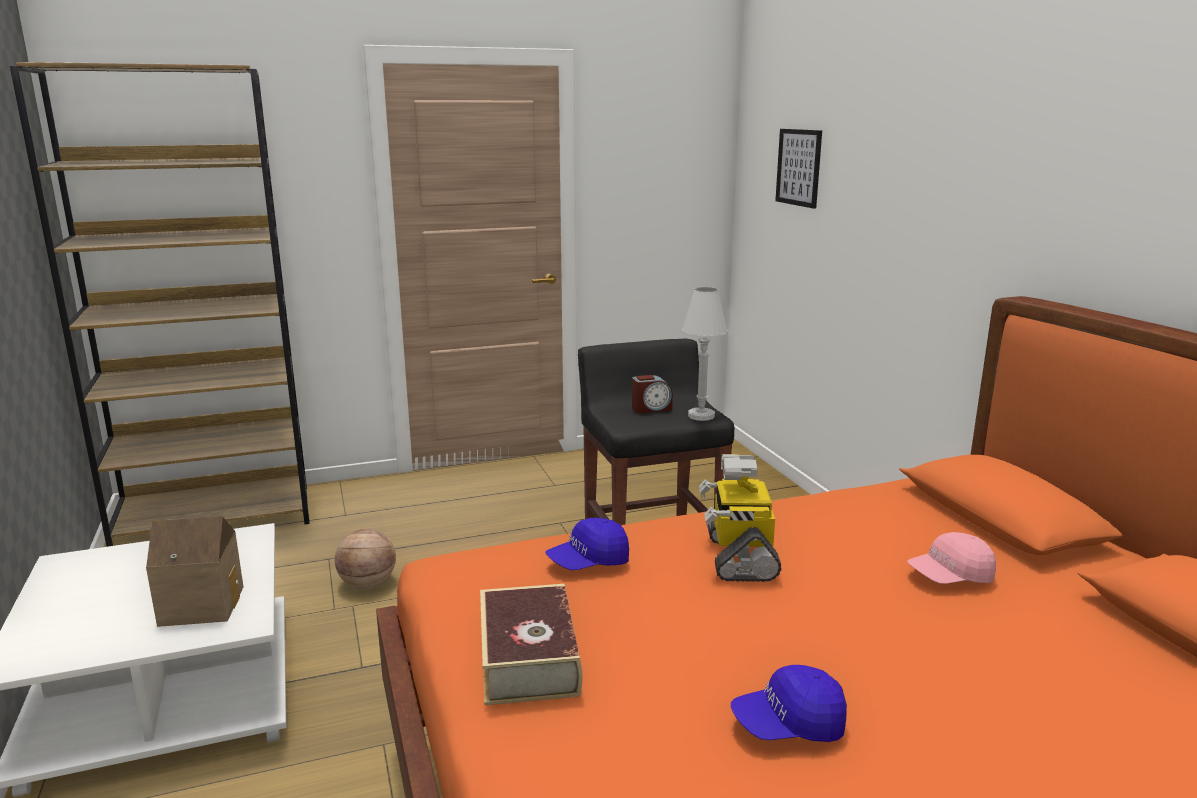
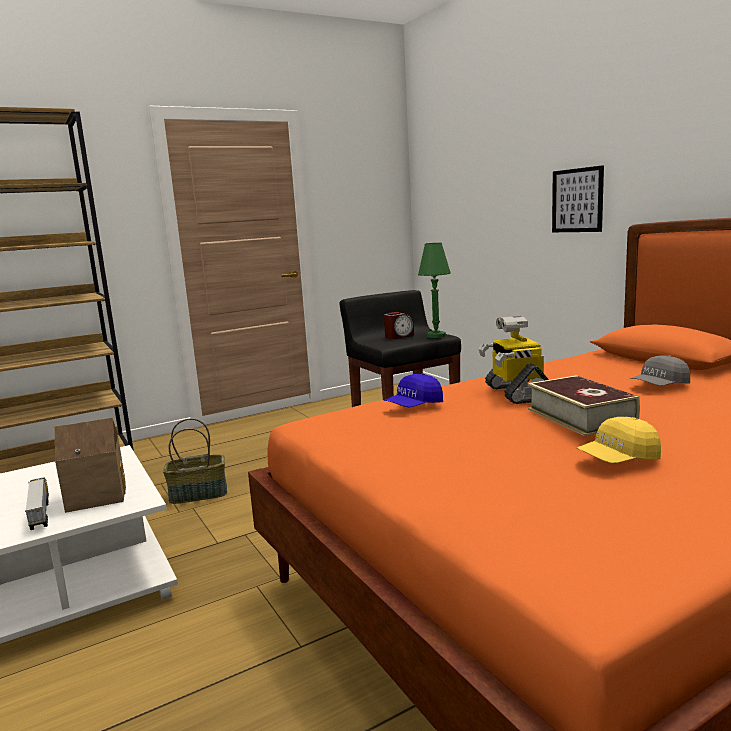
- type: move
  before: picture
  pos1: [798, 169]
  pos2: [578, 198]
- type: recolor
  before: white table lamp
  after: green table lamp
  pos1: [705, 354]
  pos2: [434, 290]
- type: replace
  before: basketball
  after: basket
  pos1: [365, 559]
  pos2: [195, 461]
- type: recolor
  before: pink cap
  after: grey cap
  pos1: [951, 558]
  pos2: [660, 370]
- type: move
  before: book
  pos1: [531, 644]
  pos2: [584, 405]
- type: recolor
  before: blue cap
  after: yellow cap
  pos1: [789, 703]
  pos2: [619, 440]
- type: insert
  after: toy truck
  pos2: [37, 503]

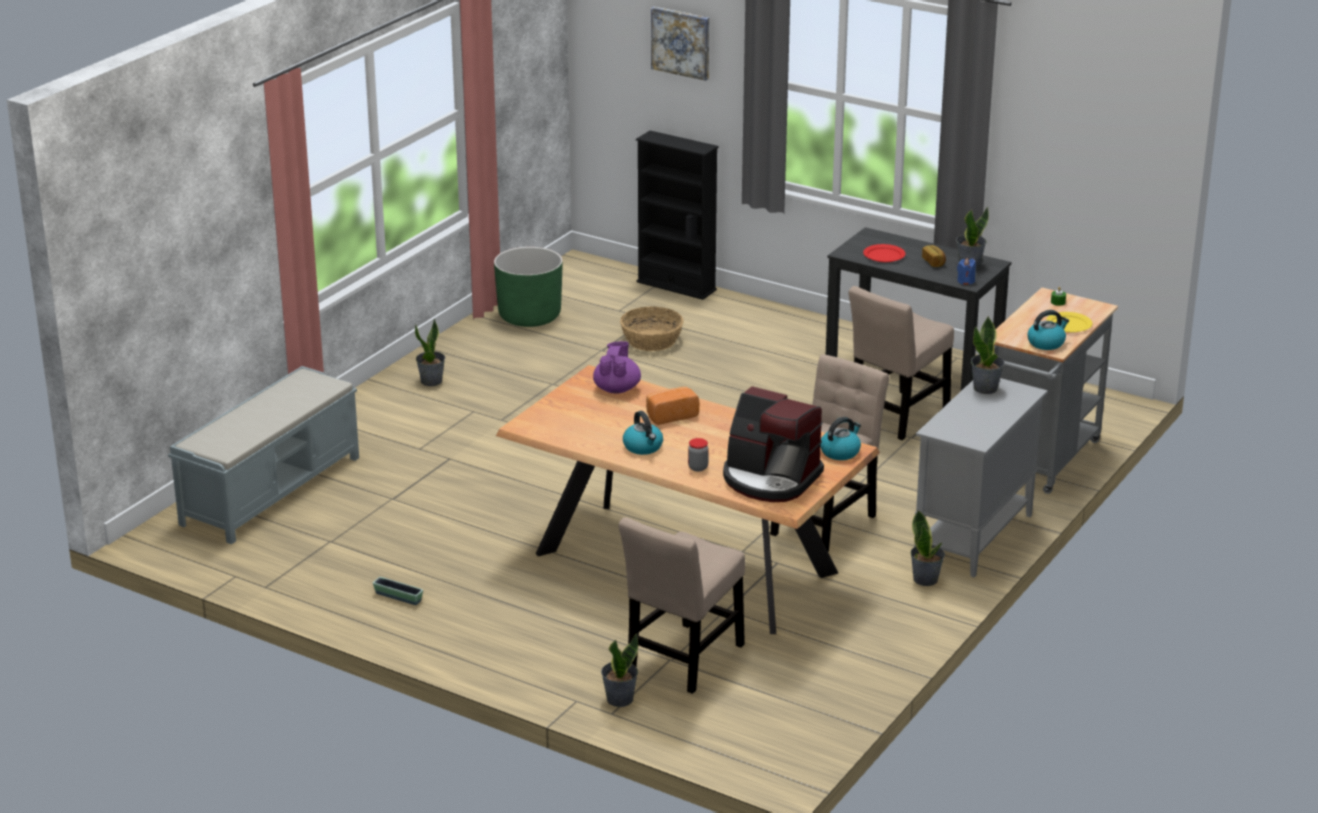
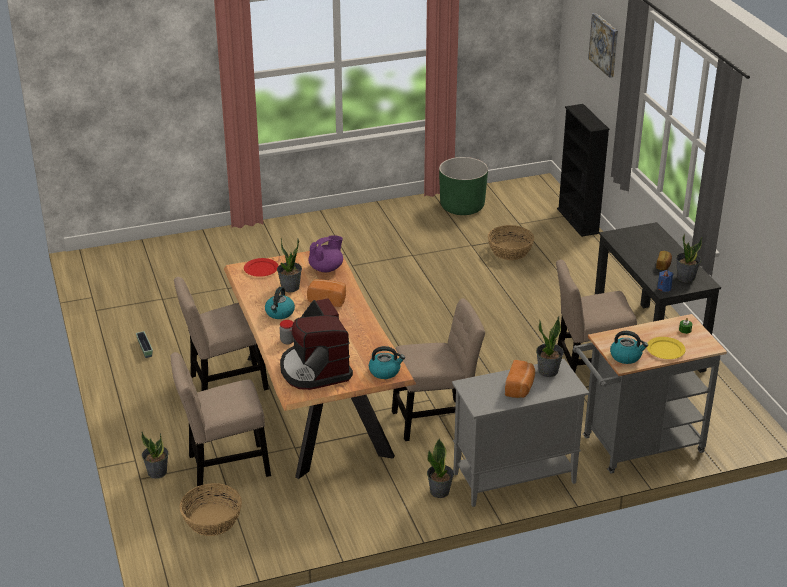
- type: move
  before: red plate
  pos1: [884, 253]
  pos2: [261, 267]
- type: move
  before: potted plant
  pos1: [430, 352]
  pos2: [289, 265]
- type: delete
  before: grey bench
  pos1: [263, 455]
- type: insert
  after: beige chair
  pos2: [221, 334]
- type: insert
  after: bread
  pos2: [520, 379]
- type: insert
  after: basket
  pos2: [211, 509]

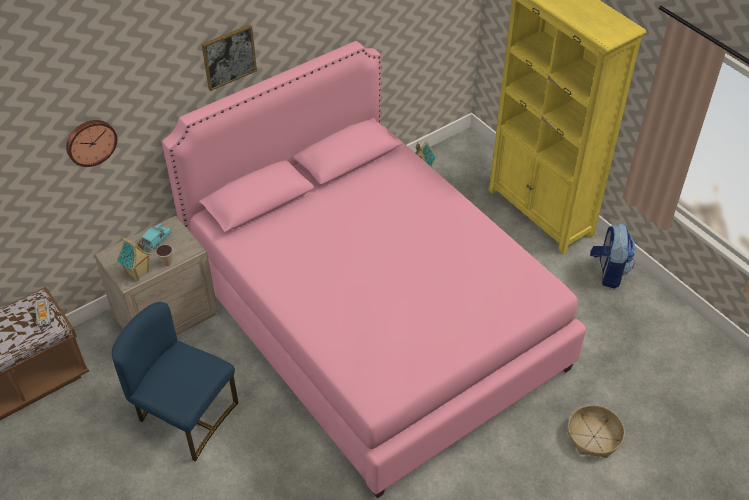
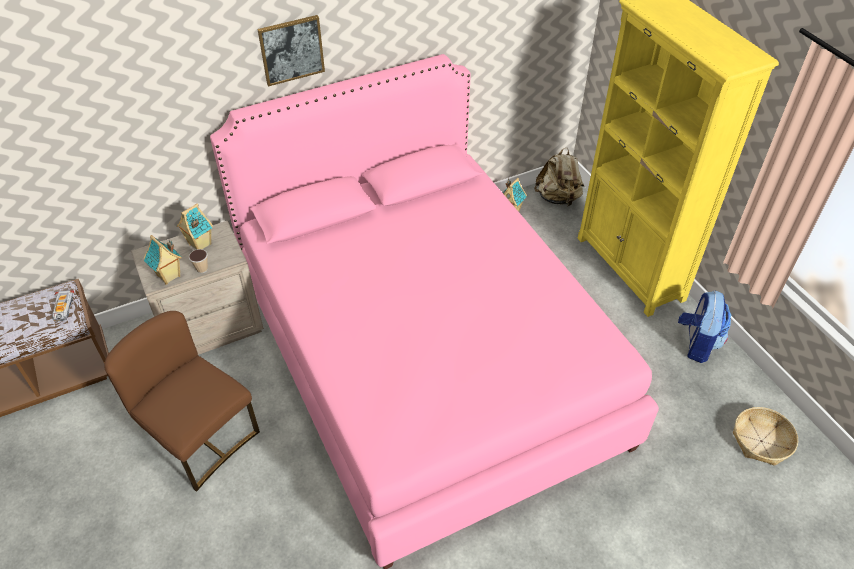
- type: delete
  before: wall clock
  pos1: [91, 143]
- type: replace
  before: turquoise toy car
  after: toy house
  pos1: [155, 236]
  pos2: [195, 226]
- type: recolor
  before: blue chair
  after: brown chair
  pos1: [175, 382]
  pos2: [182, 401]
- type: move
  before: basket
  pos1: [596, 431]
  pos2: [765, 436]
- type: insert
  after: beige backpack
  pos2: [559, 177]

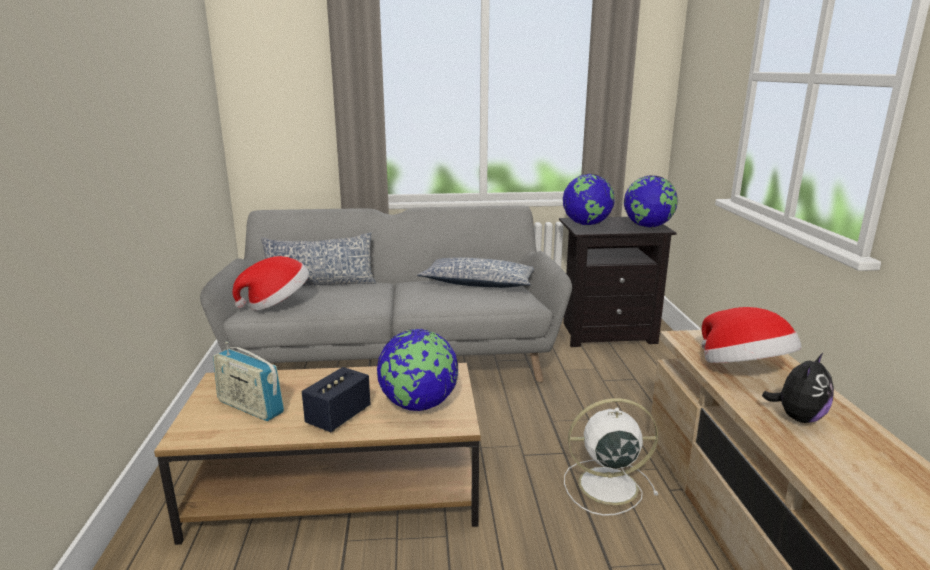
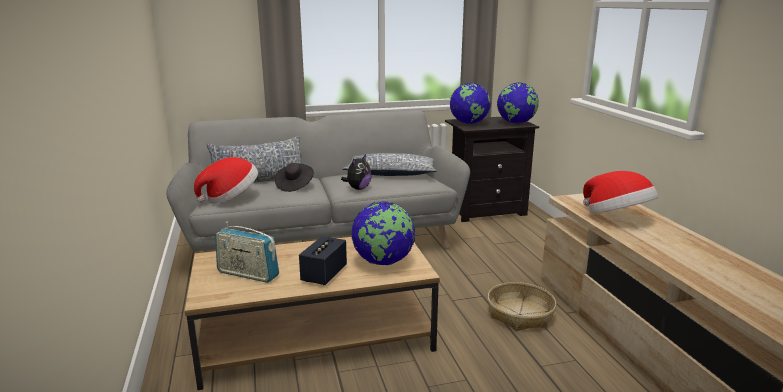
- type: move
  before: plush toy
  pos1: [798, 388]
  pos2: [356, 172]
- type: replace
  before: white fan
  after: basket
  pos1: [611, 457]
  pos2: [521, 306]
- type: insert
  after: black hat
  pos2: [294, 177]

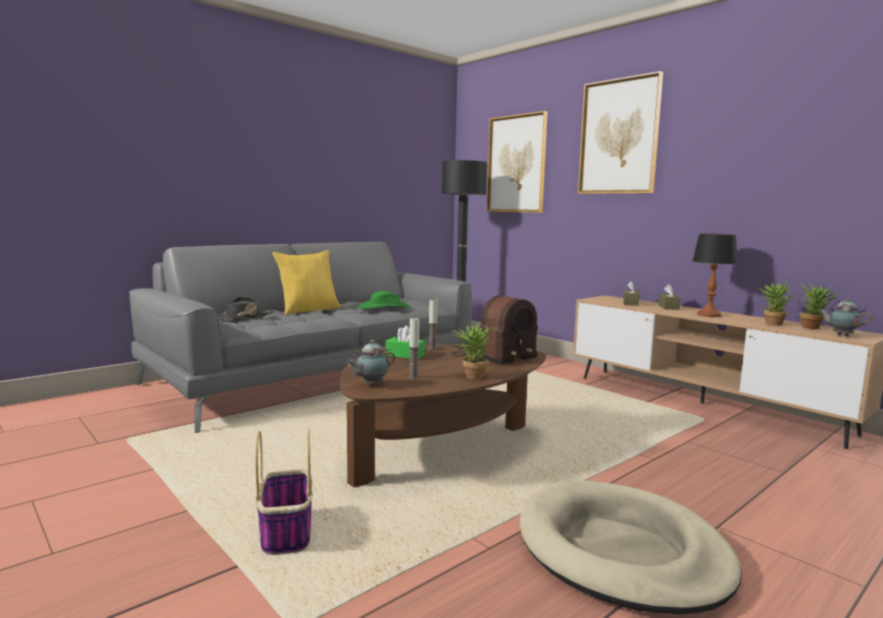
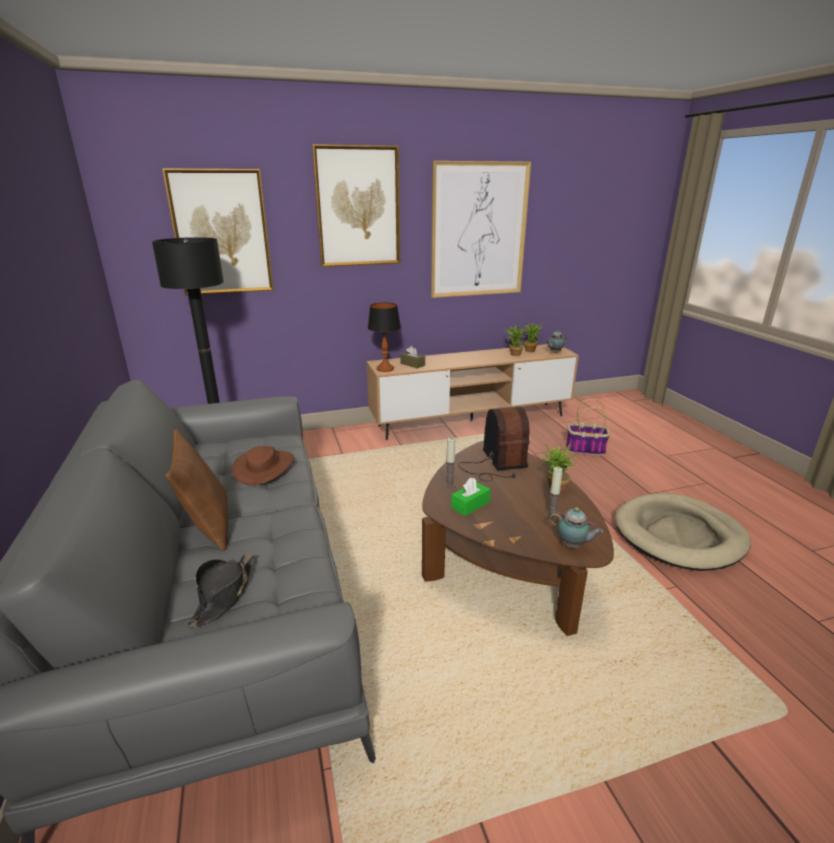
- type: move
  before: table lamp
  pos1: [715, 275]
  pos2: [384, 337]
- type: recolor
  before: yellow pillow
  after: brown pillow
  pos1: [307, 282]
  pos2: [196, 490]
- type: delete
  before: brown tissue box
  pos1: [669, 297]
- type: recolor
  before: green hat
  after: brown hat
  pos1: [384, 300]
  pos2: [263, 466]
- type: rotate
  before: teapot
  pos1: [371, 363]
  pos2: [576, 527]
  turn: -45
- type: move
  before: basket
  pos1: [284, 491]
  pos2: [588, 427]
- type: insert
  after: picture
  pos2: [481, 229]

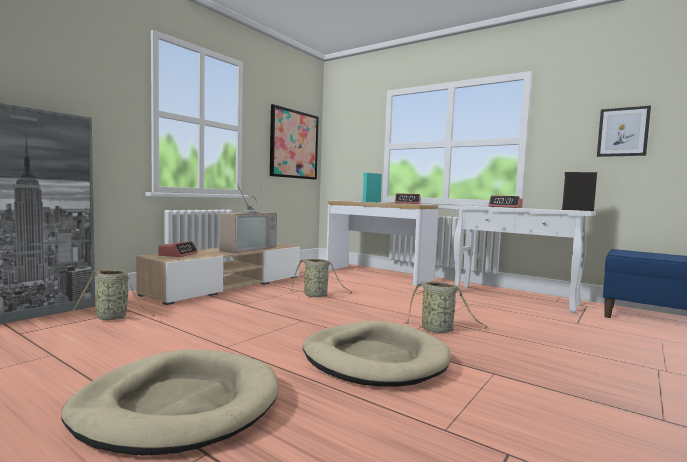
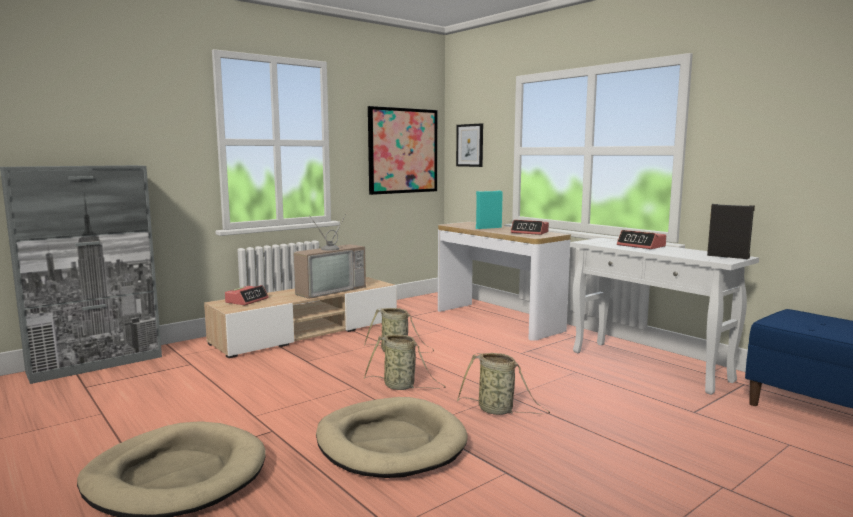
- type: move
  before: picture
  pos1: [624, 131]
  pos2: [469, 145]
- type: move
  before: basket
  pos1: [113, 295]
  pos2: [404, 362]

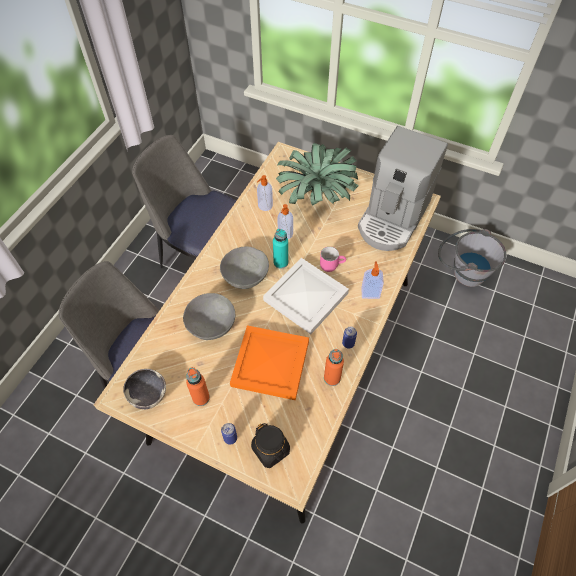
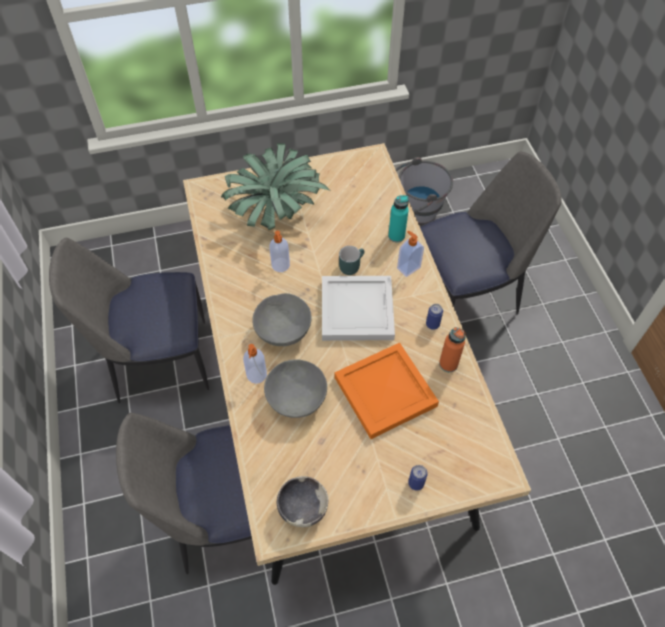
- type: delete
  before: coffee machine
  pos1: [403, 188]
- type: move
  before: soap dispenser
  pos1: [265, 193]
  pos2: [255, 364]
- type: move
  before: turquoise bottle
  pos1: [280, 249]
  pos2: [398, 218]
- type: recolor
  before: pink mug
  after: turquoise mug
  pos1: [333, 259]
  pos2: [352, 260]
- type: delete
  before: orange bottle
  pos1: [198, 386]
- type: delete
  before: black jar
  pos1: [270, 445]
- type: insert
  after: chair
  pos2: [491, 233]

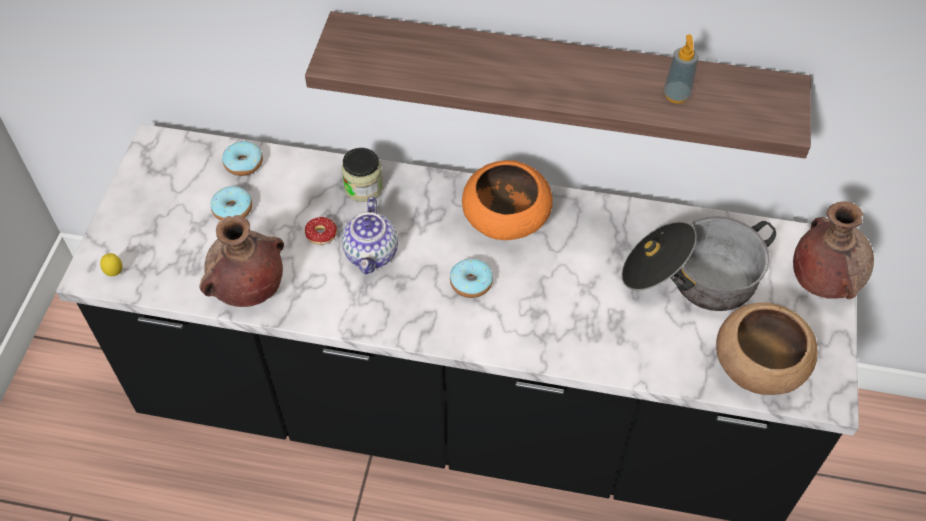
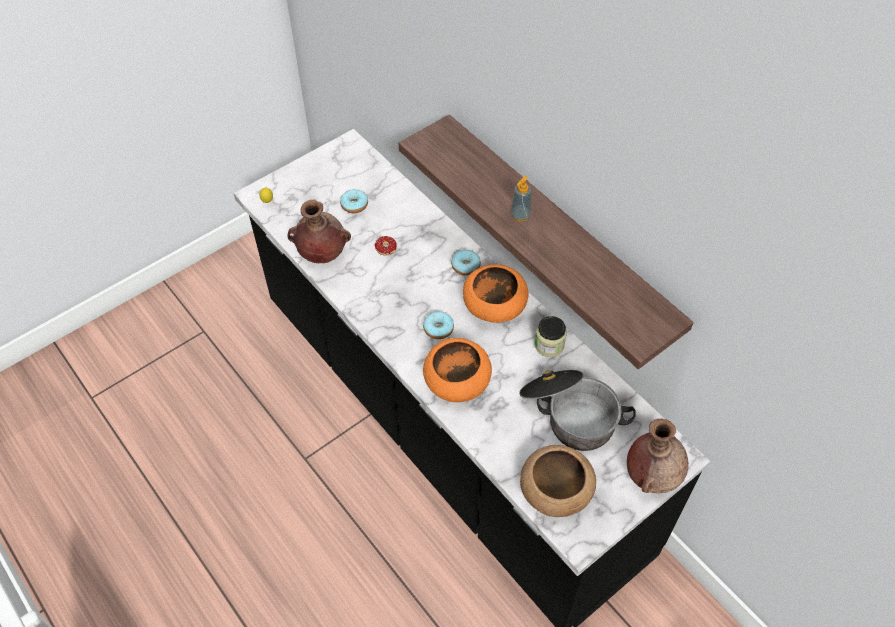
- type: move
  before: soap dispenser
  pos1: [680, 69]
  pos2: [521, 199]
- type: move
  before: donut
  pos1: [242, 158]
  pos2: [466, 263]
- type: move
  before: jar
  pos1: [362, 175]
  pos2: [550, 336]
- type: delete
  before: teapot
  pos1: [370, 235]
- type: insert
  after: orange bowl
  pos2: [457, 370]

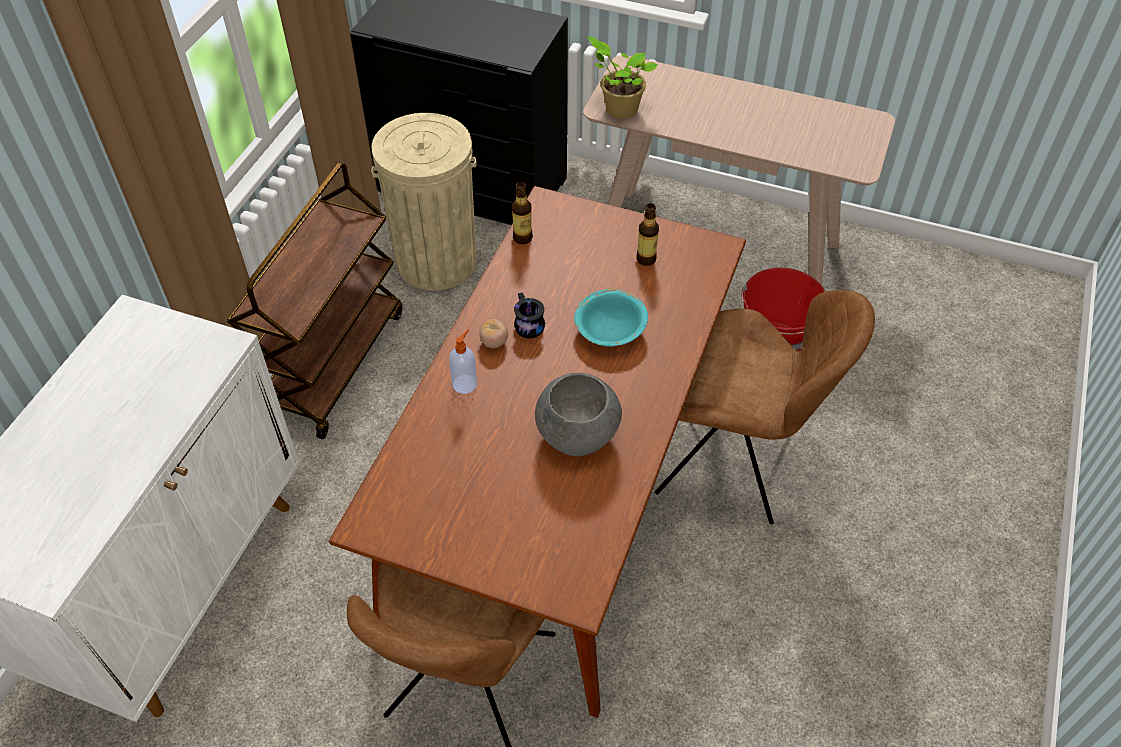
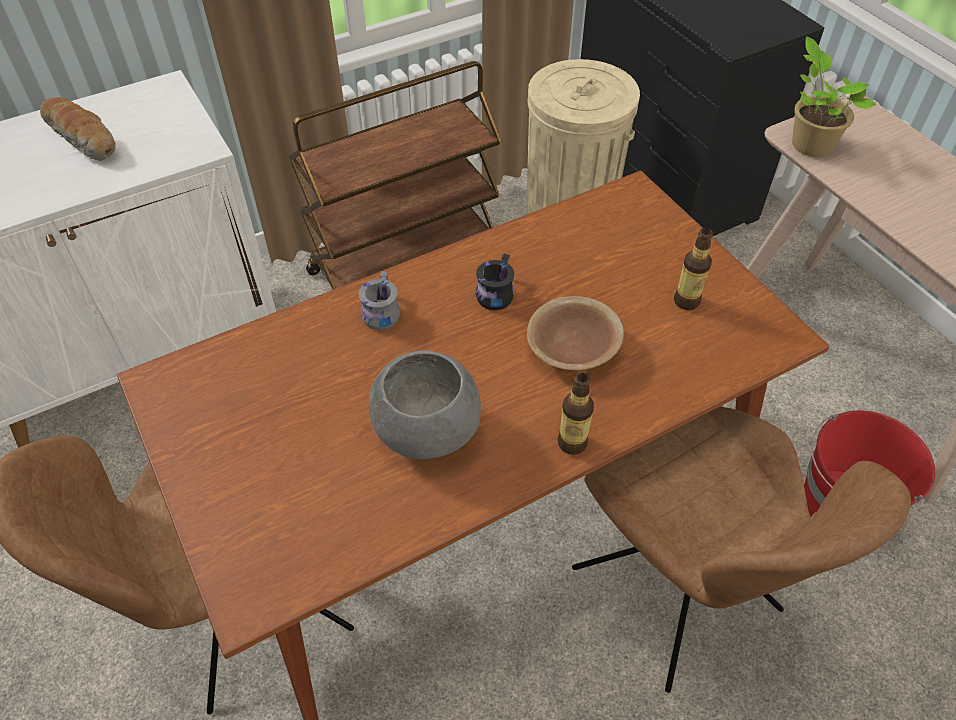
- type: move
  before: bottle
  pos1: [522, 213]
  pos2: [575, 413]
- type: recolor
  before: turquoise bowl
  after: brown bowl
  pos1: [611, 318]
  pos2: [575, 333]
- type: delete
  before: tomato
  pos1: [493, 333]
- type: replace
  before: soap dispenser
  after: grey mug
  pos1: [463, 362]
  pos2: [379, 300]
- type: insert
  after: bread
  pos2: [78, 129]

